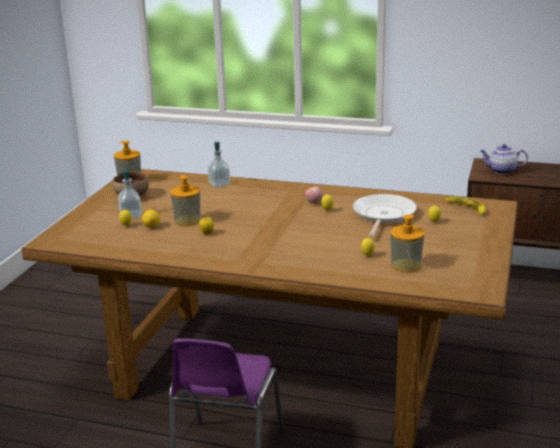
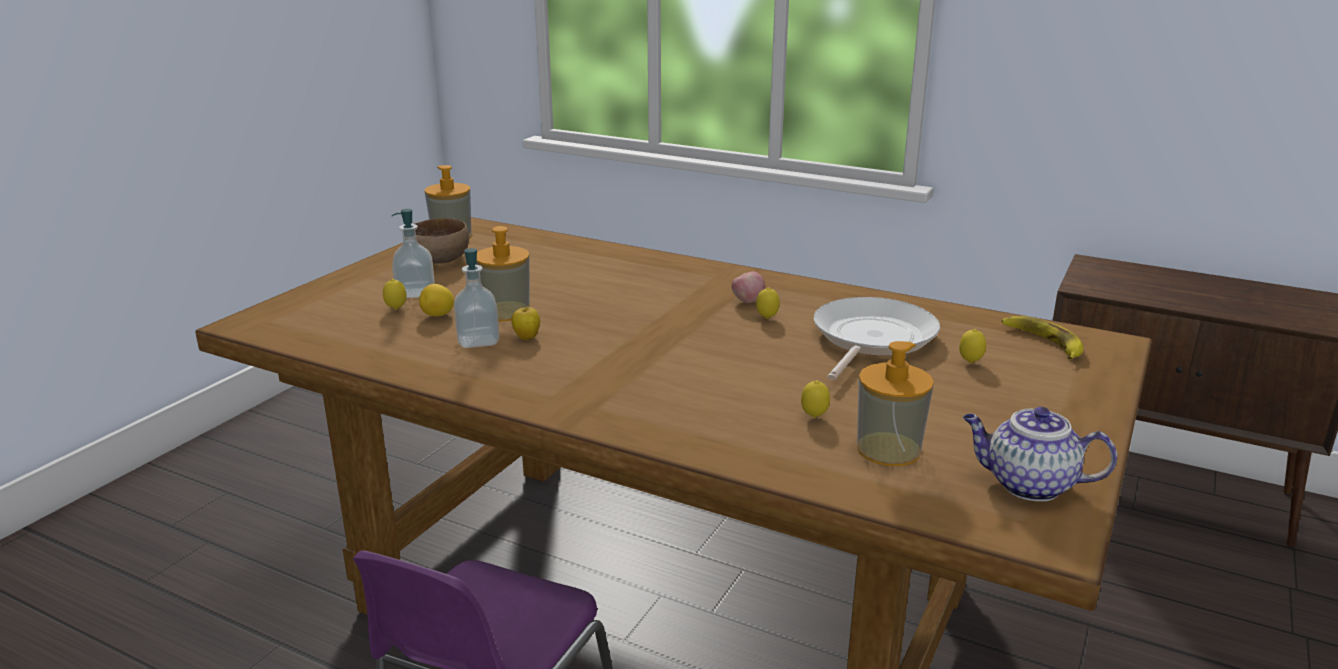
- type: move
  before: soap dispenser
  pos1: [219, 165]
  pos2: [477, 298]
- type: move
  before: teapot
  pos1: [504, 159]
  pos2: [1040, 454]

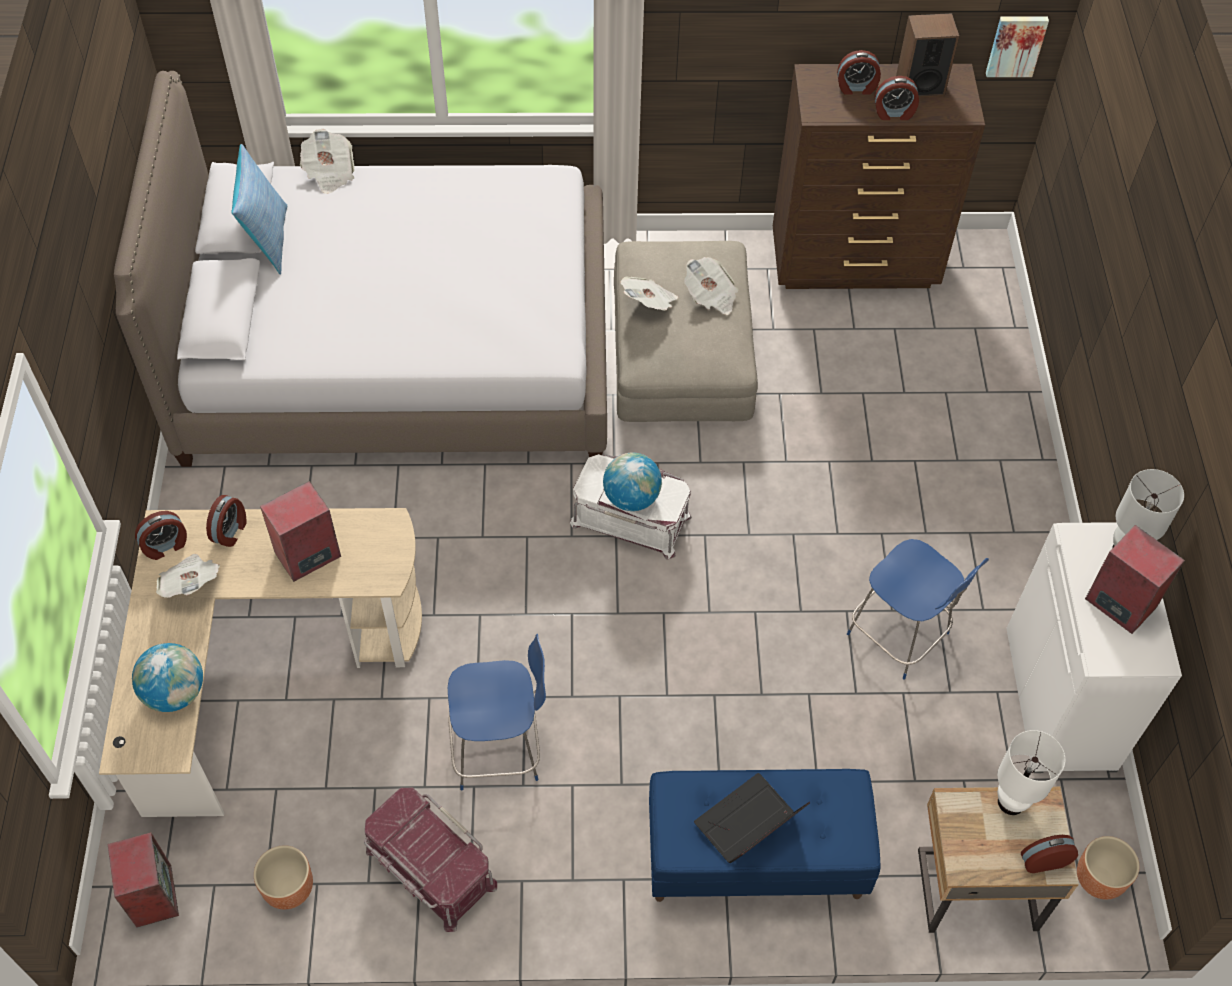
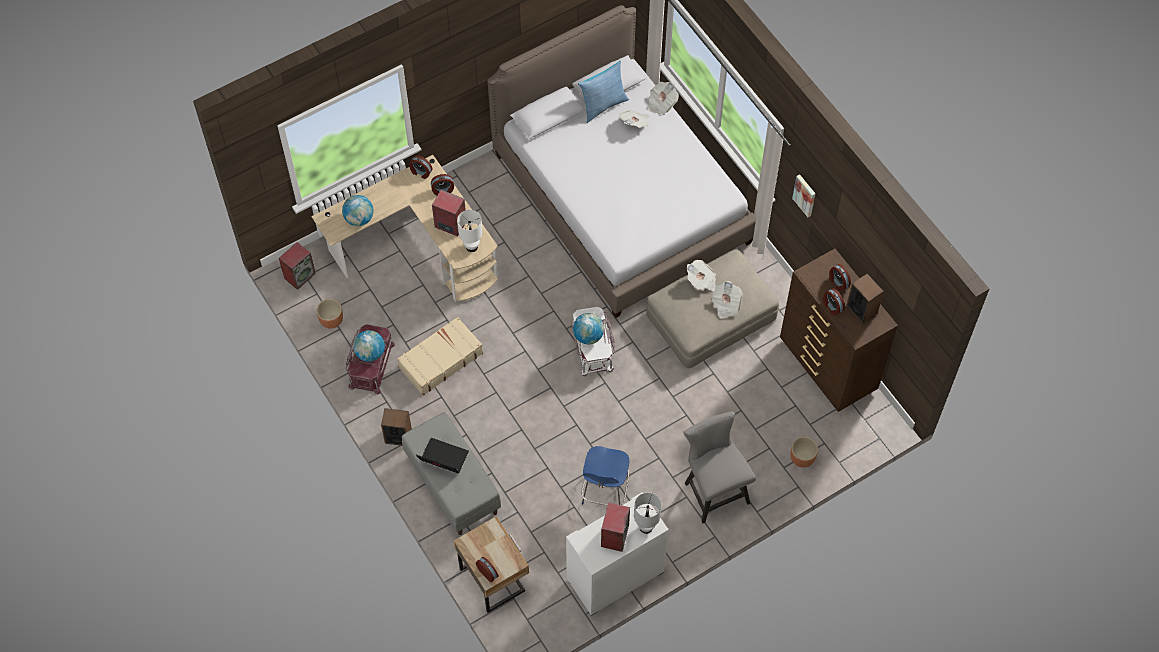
- type: move
  before: picture
  pos1: [1017, 46]
  pos2: [804, 195]
- type: move
  before: newspaper
  pos1: [188, 576]
  pos2: [634, 119]
- type: replace
  before: blue chair
  after: beige suitcase
  pos1: [497, 712]
  pos2: [440, 356]
- type: move
  before: white table lamp
  pos1: [1031, 772]
  pos2: [470, 231]
- type: recolor
  before: blue bench
  after: grey bench
  pos1: [764, 835]
  pos2: [451, 473]
- type: move
  before: brown planter
  pos1: [1108, 867]
  pos2: [804, 452]
- type: insert
  after: globe
  pos2: [369, 346]
- type: insert
  after: speaker
  pos2: [396, 427]
- type: insert
  after: grey chair
  pos2: [719, 467]

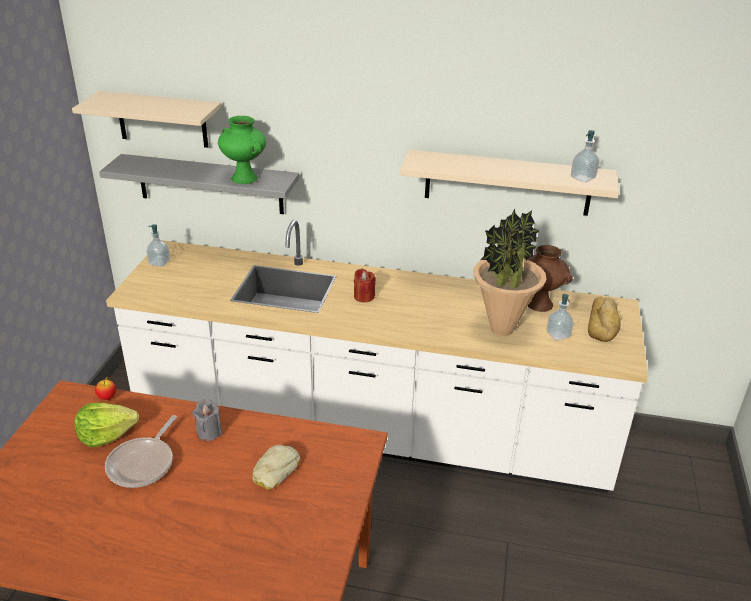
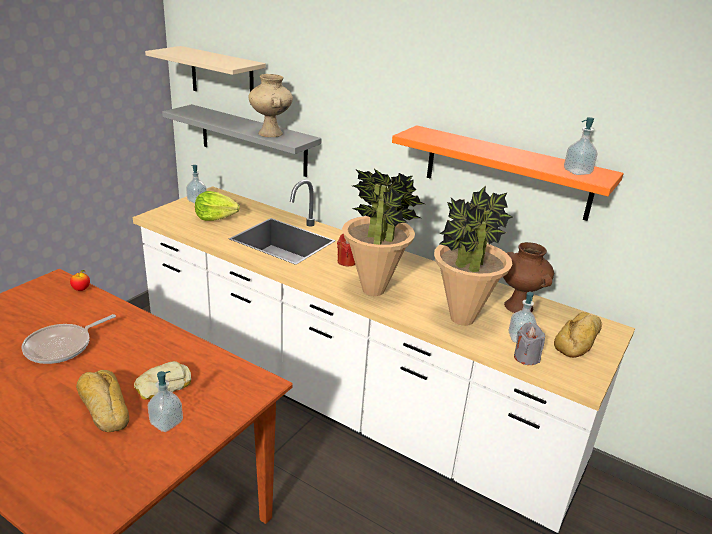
- type: recolor
  before: green vase
  after: beige vase
  pos1: [242, 150]
  pos2: [270, 105]
- type: recolor
  before: beige shelf
  after: orange shelf
  pos1: [509, 183]
  pos2: [508, 173]
- type: move
  before: grey candle
  pos1: [207, 420]
  pos2: [529, 344]
- type: move
  before: lettuce
  pos1: [106, 425]
  pos2: [217, 206]
- type: insert
  after: potted plant
  pos2: [383, 232]
- type: insert
  after: bread
  pos2: [102, 401]
- type: insert
  after: soap dispenser
  pos2: [165, 401]

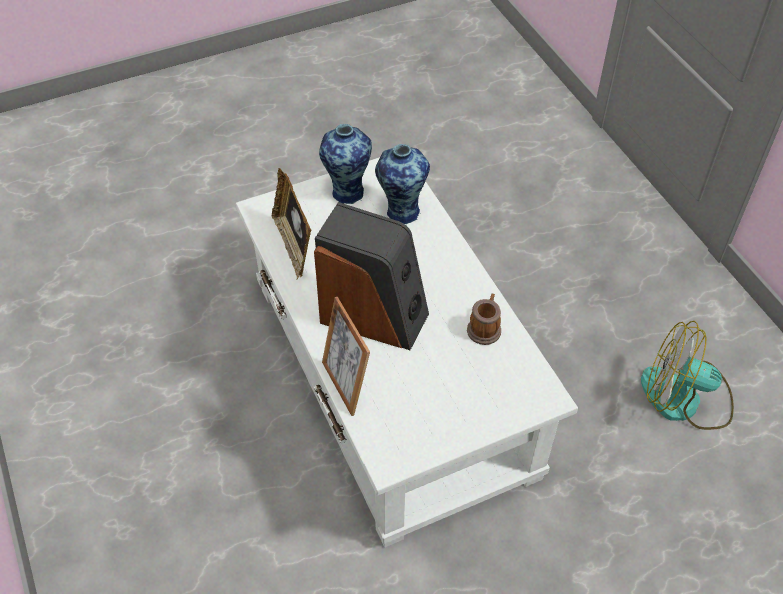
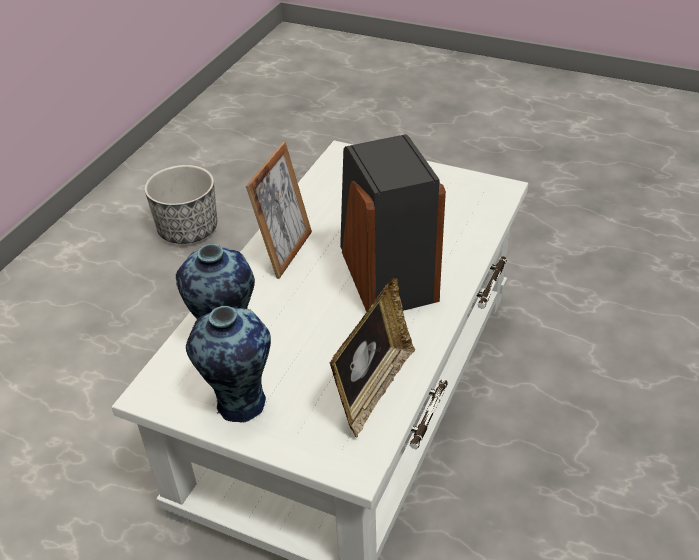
- type: delete
  before: mug
  pos1: [484, 319]
- type: move
  before: picture frame
  pos1: [346, 356]
  pos2: [279, 210]
- type: replace
  before: fan
  after: planter
  pos1: [687, 375]
  pos2: [180, 204]

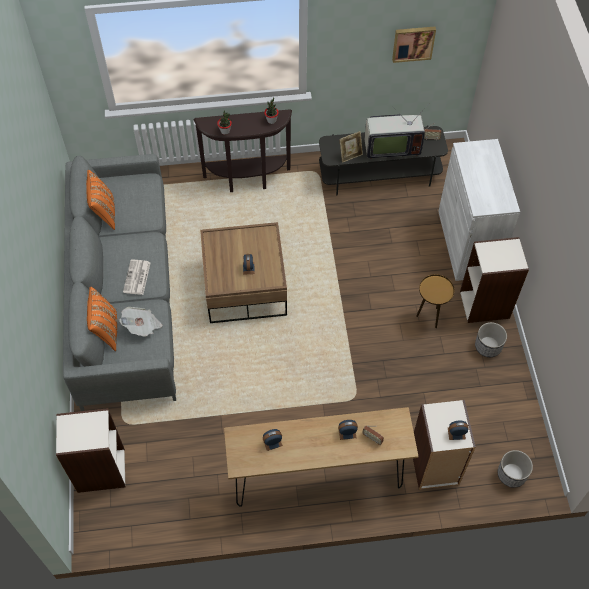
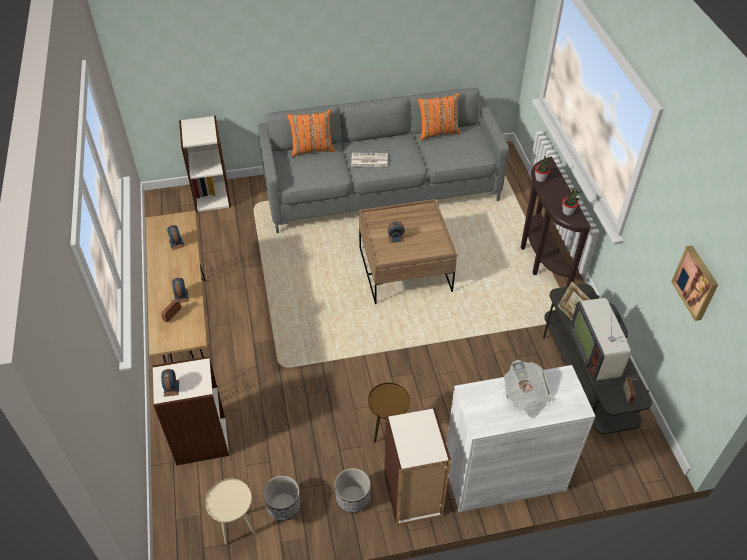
- type: move
  before: newspaper
  pos1: [140, 322]
  pos2: [528, 389]
- type: move
  before: planter
  pos1: [515, 469]
  pos2: [282, 498]
- type: insert
  after: beige side table
  pos2: [230, 511]

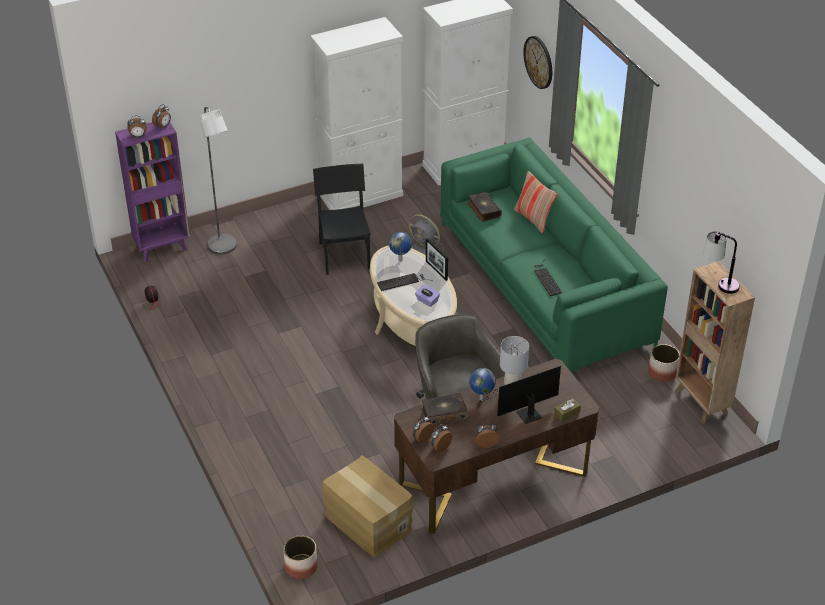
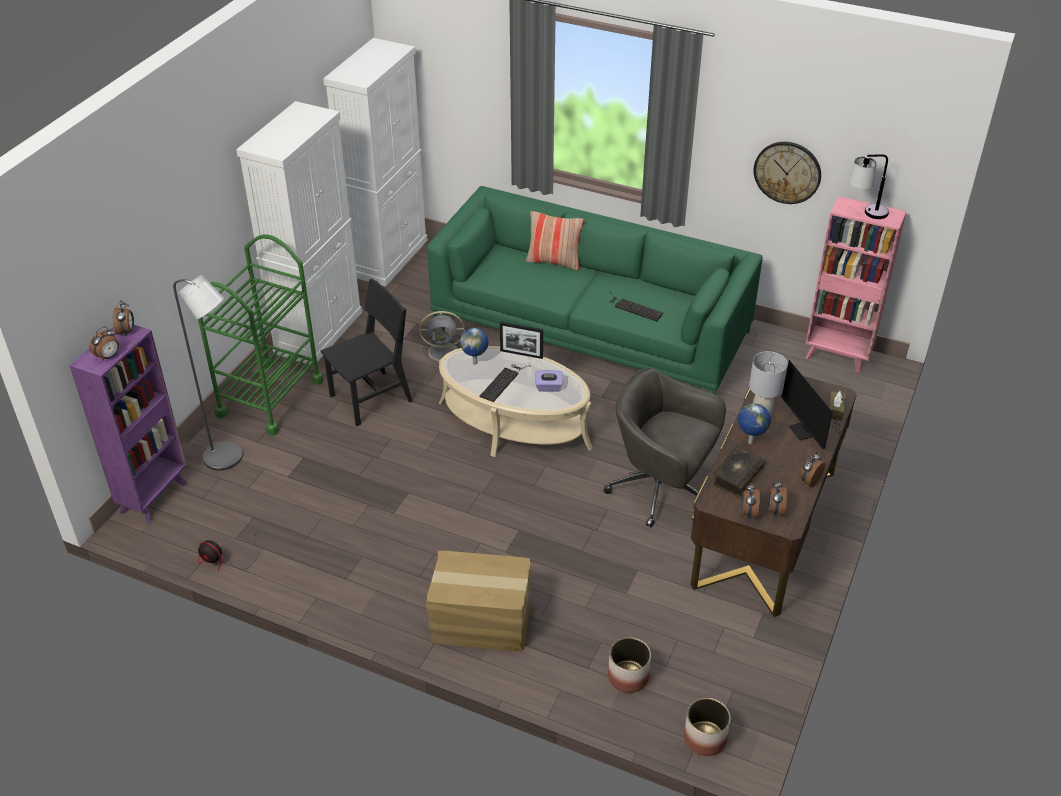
- type: move
  before: wall clock
  pos1: [537, 62]
  pos2: [787, 173]
- type: rotate
  before: black chair
  pos1: [342, 219]
  pos2: [366, 352]
  turn: 105
- type: delete
  before: book
  pos1: [485, 207]
- type: recolor
  before: brown bookcase
  after: pink bookcase
  pos1: [715, 342]
  pos2: [856, 284]
- type: move
  before: planter
  pos1: [664, 363]
  pos2: [629, 665]
- type: rotate
  before: monitor
  pos1: [520, 395]
  pos2: [811, 404]
  turn: -45
- type: move
  before: cardboard box
  pos1: [367, 506]
  pos2: [478, 601]
- type: insert
  after: green cart
  pos2: [261, 335]

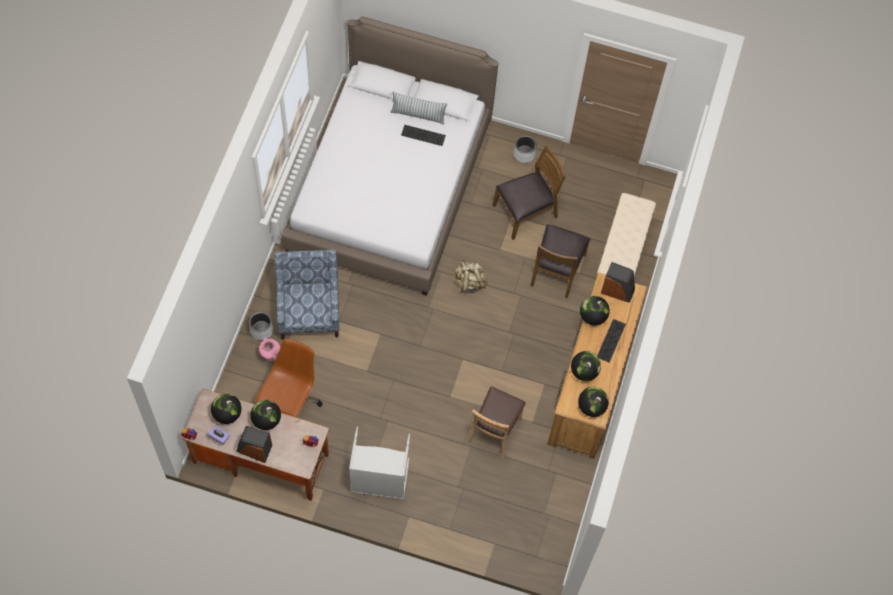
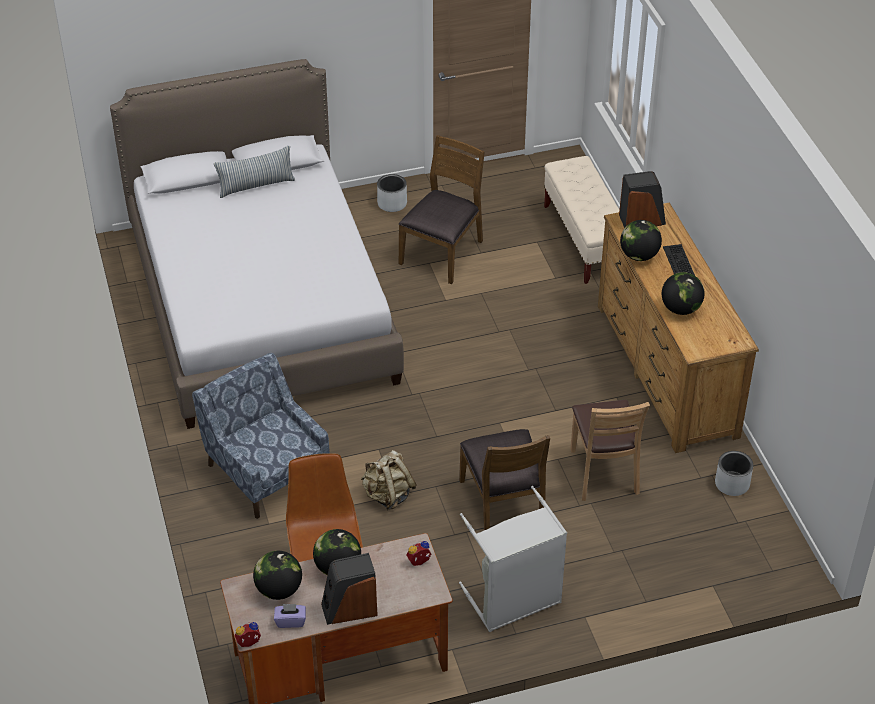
- type: delete
  before: keyboard
  pos1: [423, 135]
- type: move
  before: brown chair
  pos1: [560, 261]
  pos2: [504, 479]
- type: move
  before: beige backpack
  pos1: [471, 277]
  pos2: [388, 480]
- type: move
  before: grey planter
  pos1: [261, 325]
  pos2: [734, 473]
- type: delete
  before: pink vase
  pos1: [269, 349]
- type: delete
  before: globe
  pos1: [593, 402]

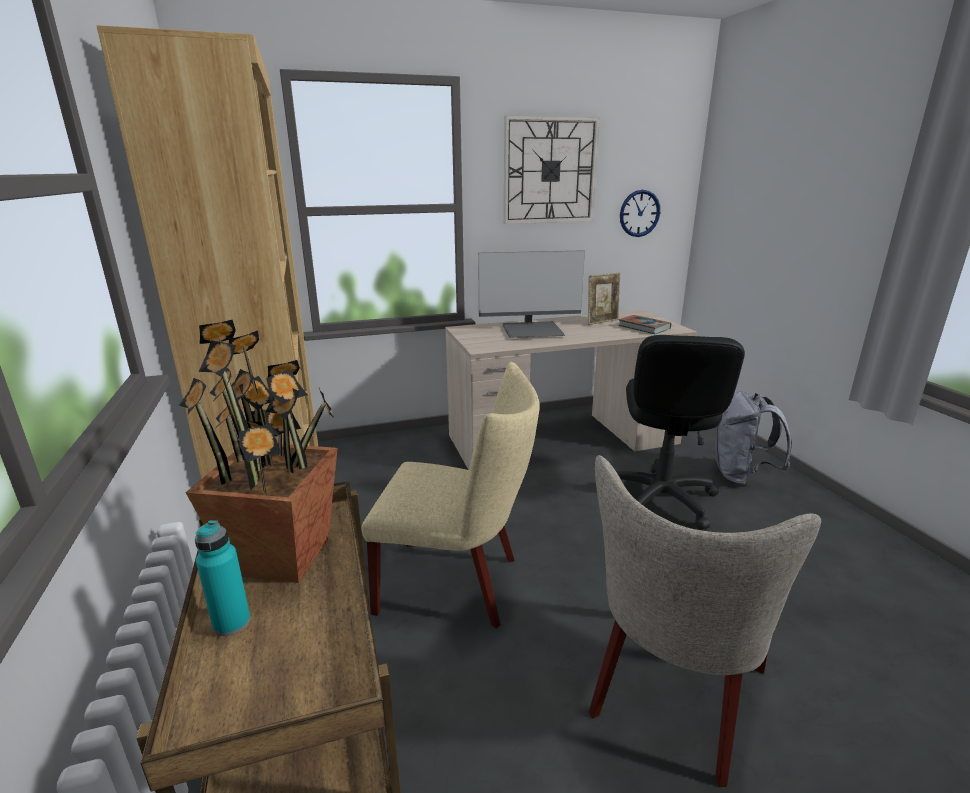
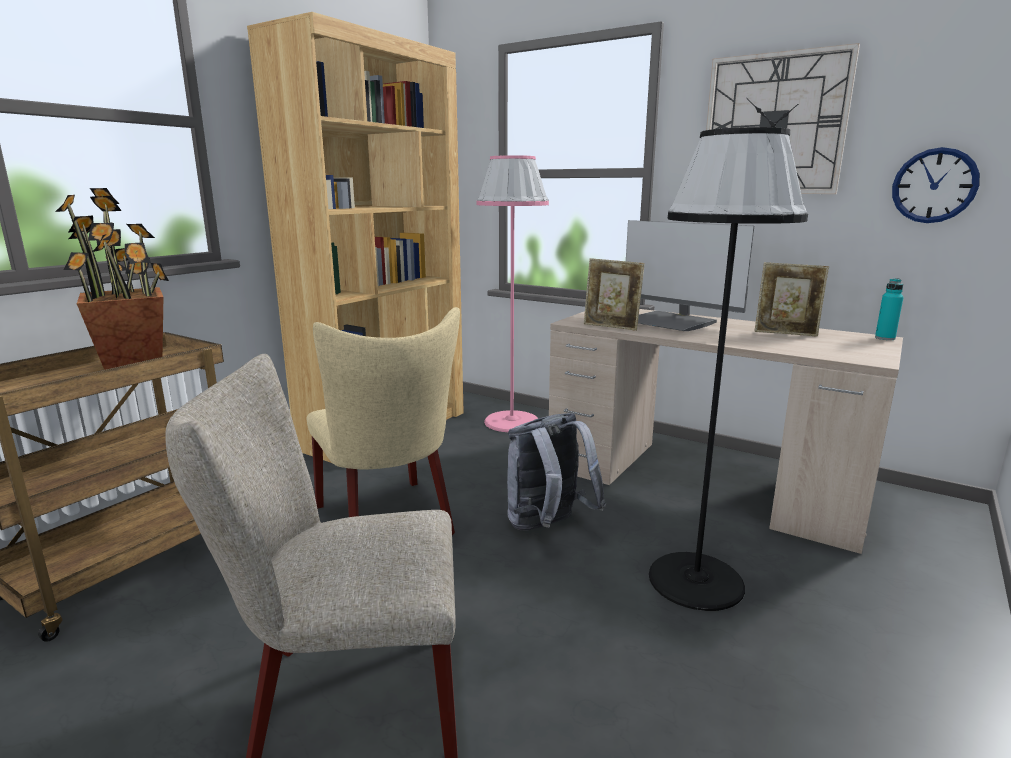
- type: delete
  before: book
  pos1: [645, 324]
- type: replace
  before: black office chair
  after: black floor lamp
  pos1: [680, 432]
  pos2: [728, 369]
- type: move
  before: grey backpack
  pos1: [752, 438]
  pos2: [556, 472]
- type: move
  before: turquoise bottle
  pos1: [222, 578]
  pos2: [889, 309]
- type: insert
  after: pink floor lamp
  pos2: [512, 293]
- type: insert
  after: picture frame
  pos2: [614, 294]

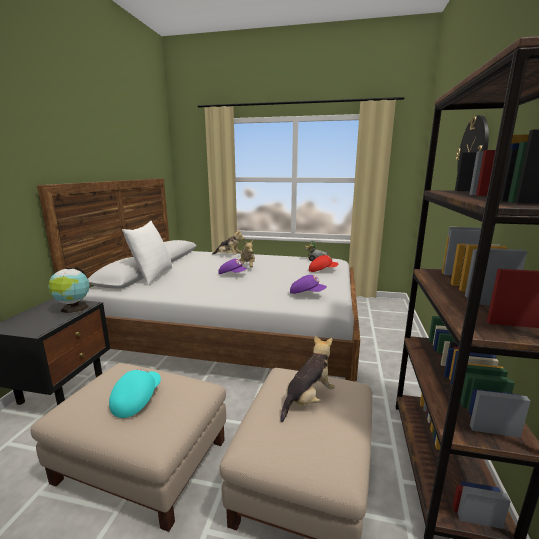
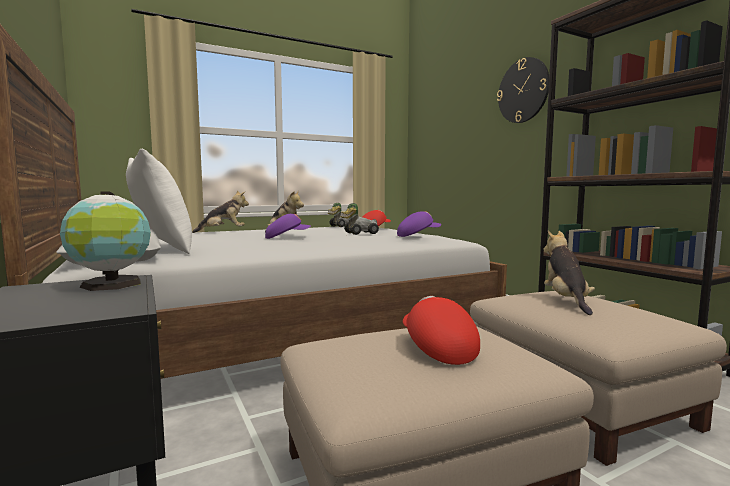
- type: recolor
  before: turquoise cap
  after: red cap
  pos1: [135, 393]
  pos2: [441, 330]
- type: insert
  after: toy car
  pos2: [359, 219]

